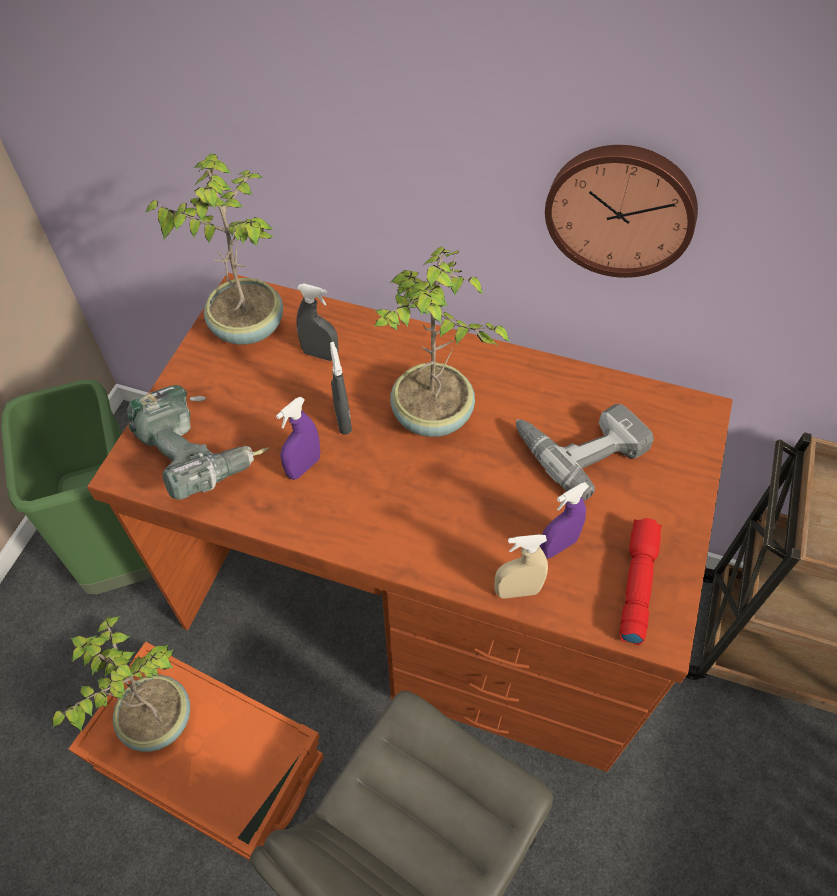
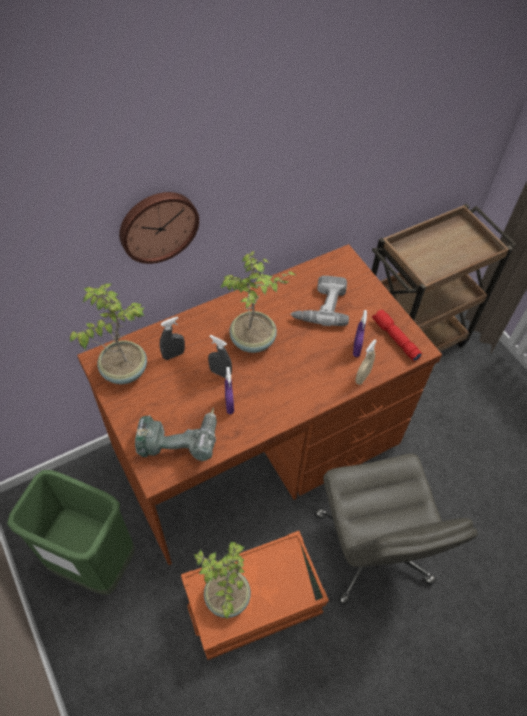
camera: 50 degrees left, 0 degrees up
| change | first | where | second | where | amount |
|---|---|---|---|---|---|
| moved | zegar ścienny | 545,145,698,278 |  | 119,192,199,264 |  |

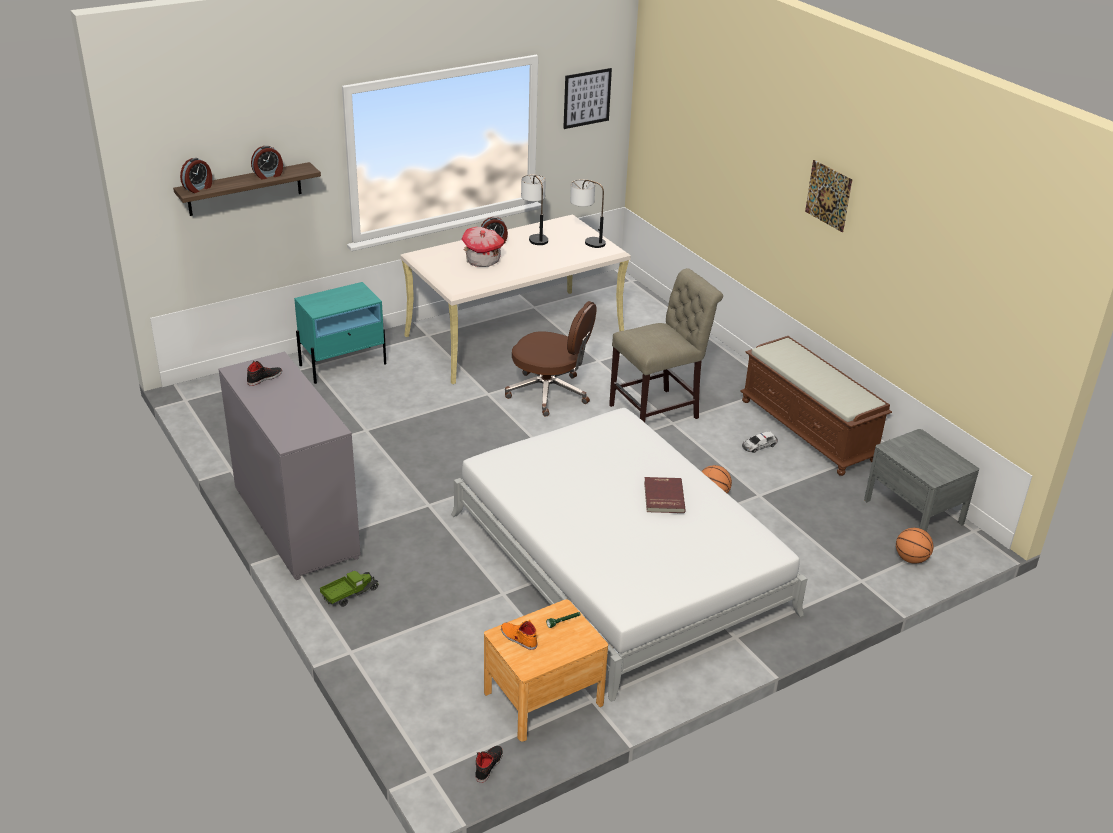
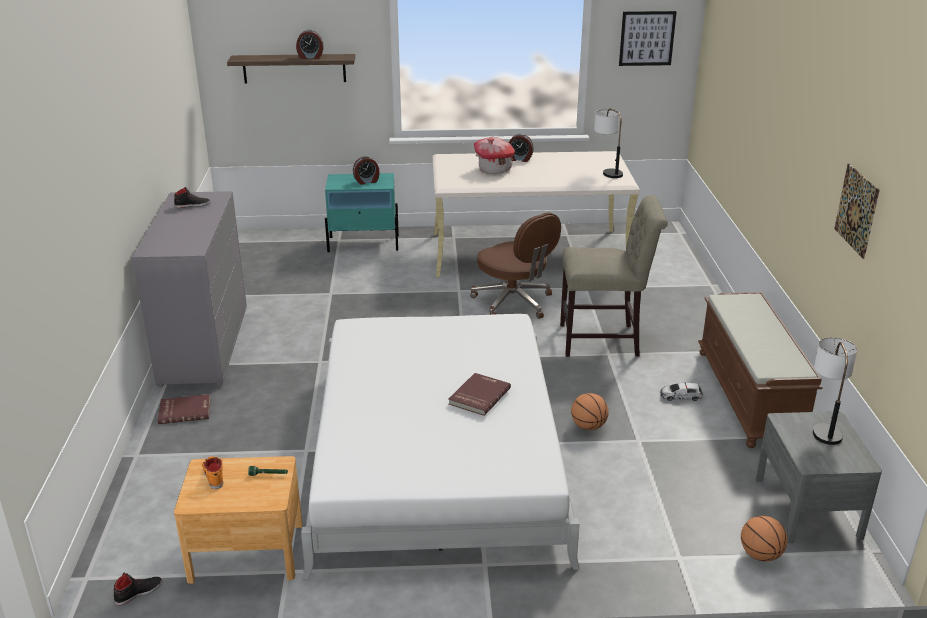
camera: 30 degrees right, 5 degrees down
| change | first | where | second | where | amount |
|---|---|---|---|---|---|
| replaced | ciężarówka zabawkowa | 320,570,379,607 | książka [czerwony] | 158,394,210,424 |  |
| moved | budzik | 180,158,212,193 |  | 353,156,380,185 |  |
| moved | lampa stołowa | 521,174,548,245 |  | 813,337,857,445 |  |
| moved | obraz | 805,160,853,232 |  | 834,163,880,259 |  |

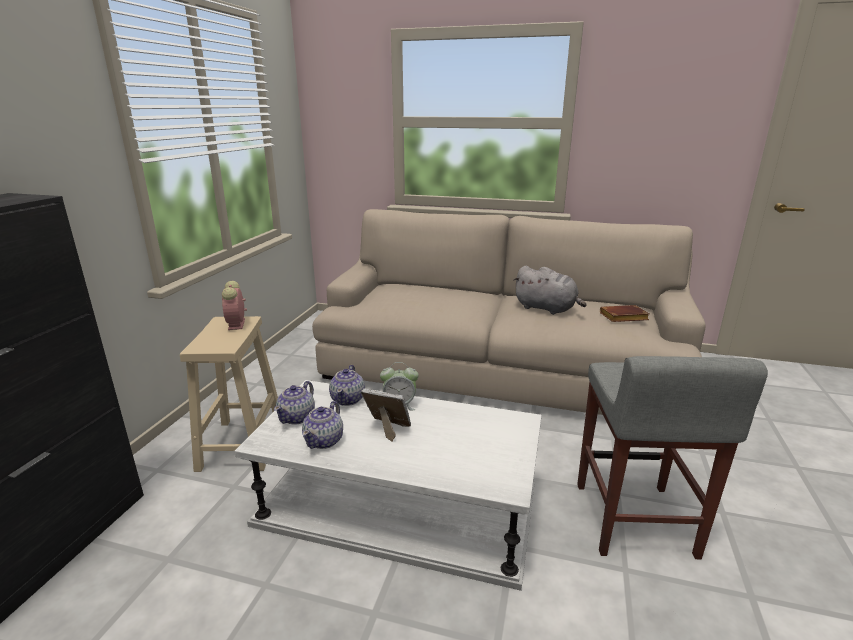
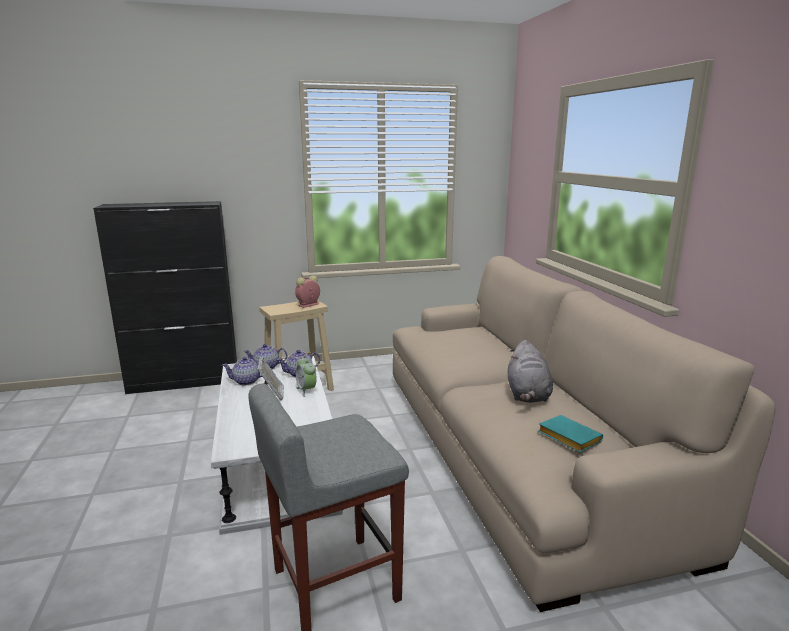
camera: 60 degrees right, 5 degrees down
| change | first | where | second | where | amount |
|---|---|---|---|---|---|
| recoloured | książka [brązowy] | 600,305,650,322 | książka [turkusowy] | 538,415,603,452 |  |

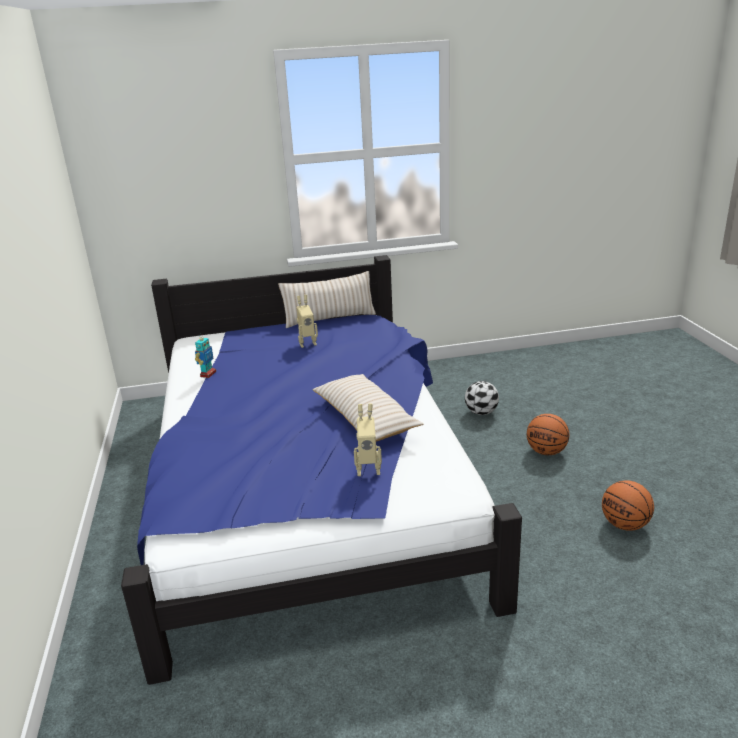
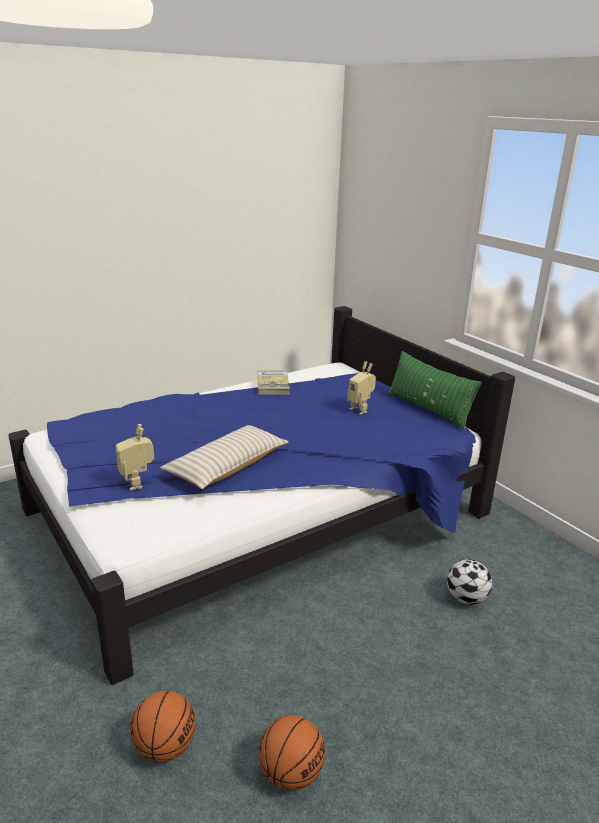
camera: 65 degrees right, 0 degrees up
| change | first | where | second | where | amount |
|---|---|---|---|---|---|
| moved | piłka do koszykówki | 527,414,569,455 |  | 130,691,196,762 |  |
| replaced | robot zabawkowy | 195,333,216,378 | książka | 258,370,290,395 |  |
| recoloured | poduszka [beżowy] | 278,271,376,328 | poduszka [zielony] | 387,351,482,430 |  |

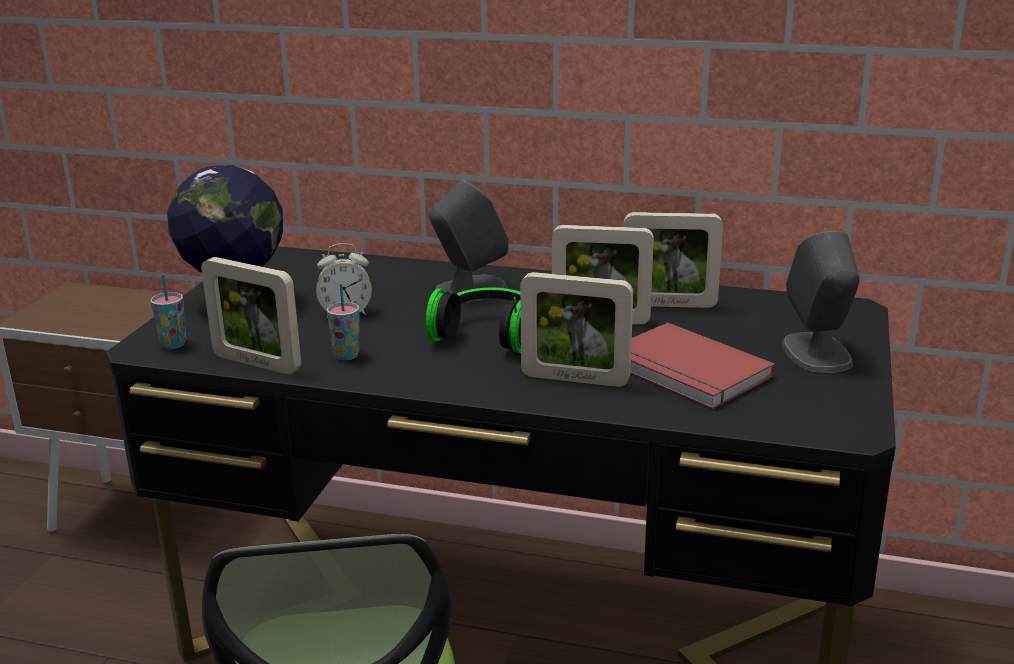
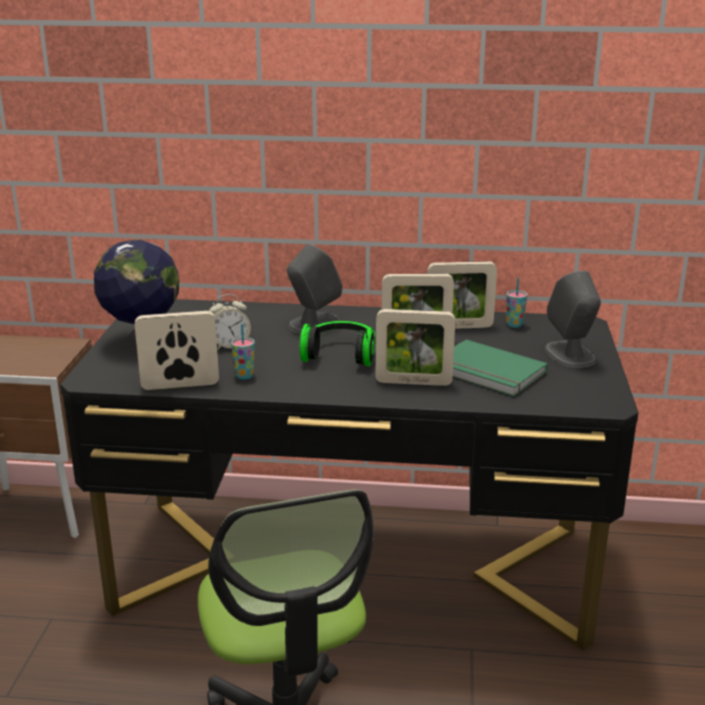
camera: 10 degrees left, 0 degrees up
| change | first | where | second | where | amount |
|---|---|---|---|---|---|
| turned | ramka na zdjęcie | 201,257,301,375 |  | 135,311,219,390 | 150 degrees clockwise |
| recoloured | książka [czerwony] | 631,322,775,409 | książka [zielony] | 453,340,548,396 |  |
| moved | filiżanka | 150,274,186,349 |  | 506,278,528,328 |  |

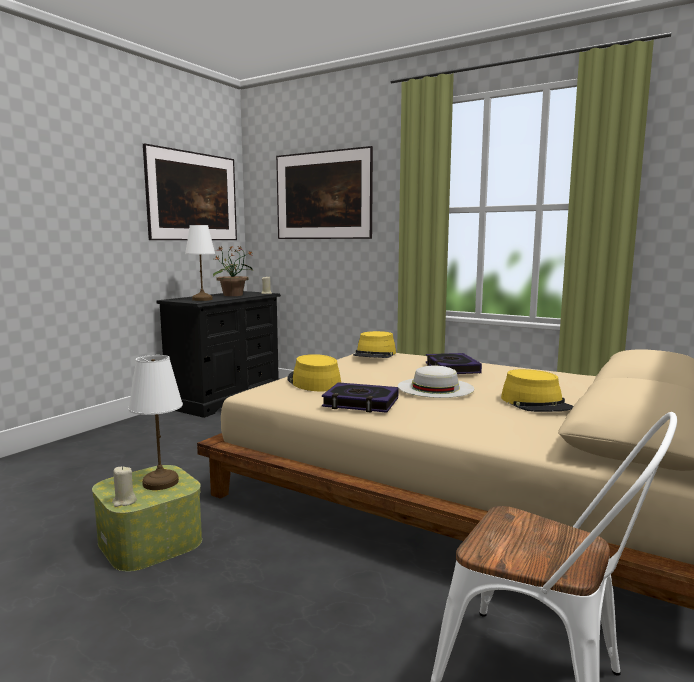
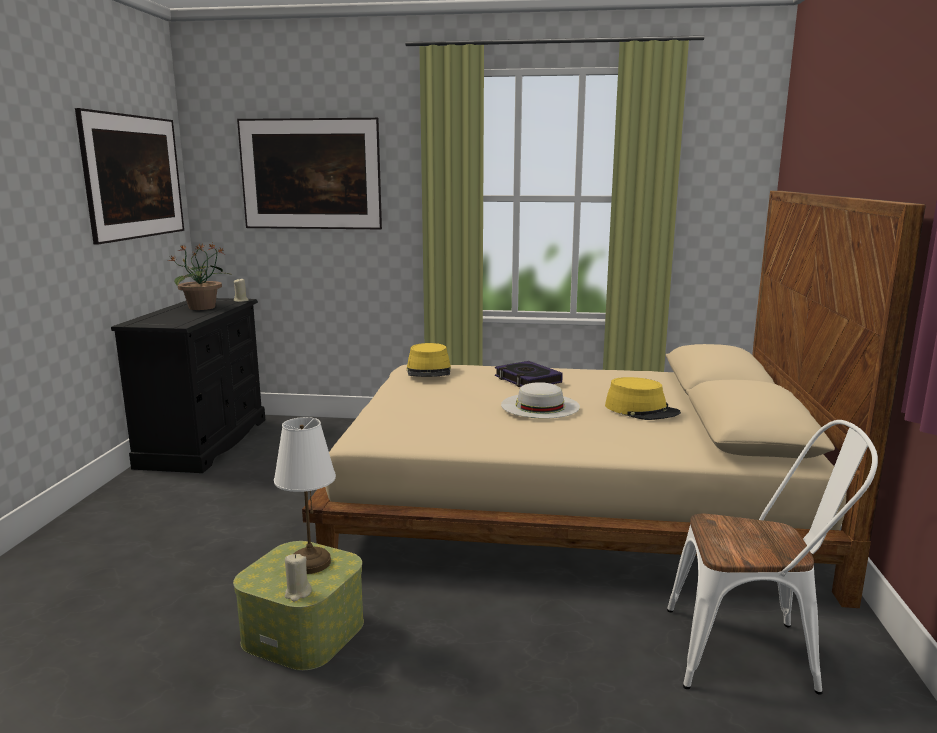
camera: 25 degrees left, 5 degrees up
| change | first | where | second | where | amount |
|---|---|---|---|---|---|
| removed | lampa stołowa [biały] | 185,225,215,301 |  |  |  |
| removed | kapelusz [żółty] | 287,354,341,391 |  |  |  |
| removed | książka | 322,382,399,413 |  |  |  |

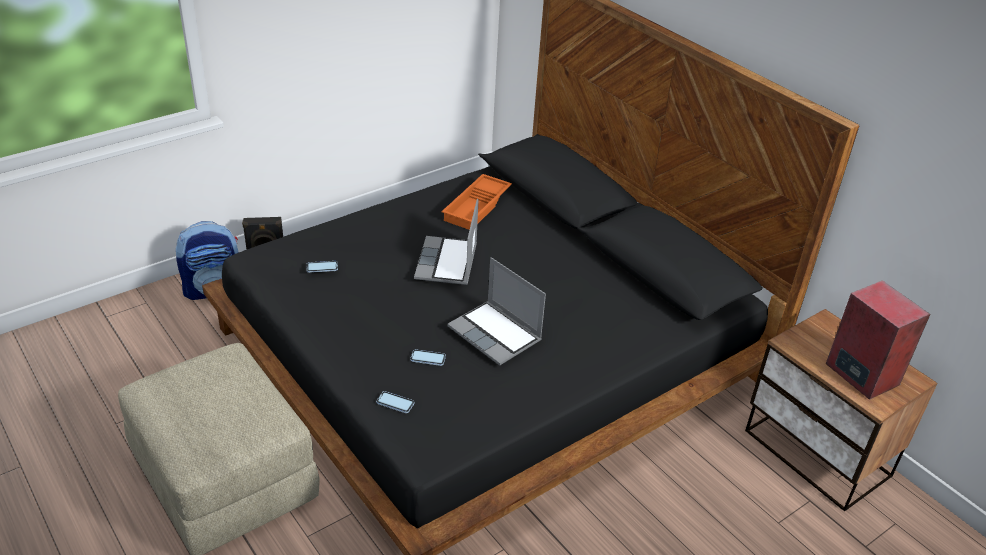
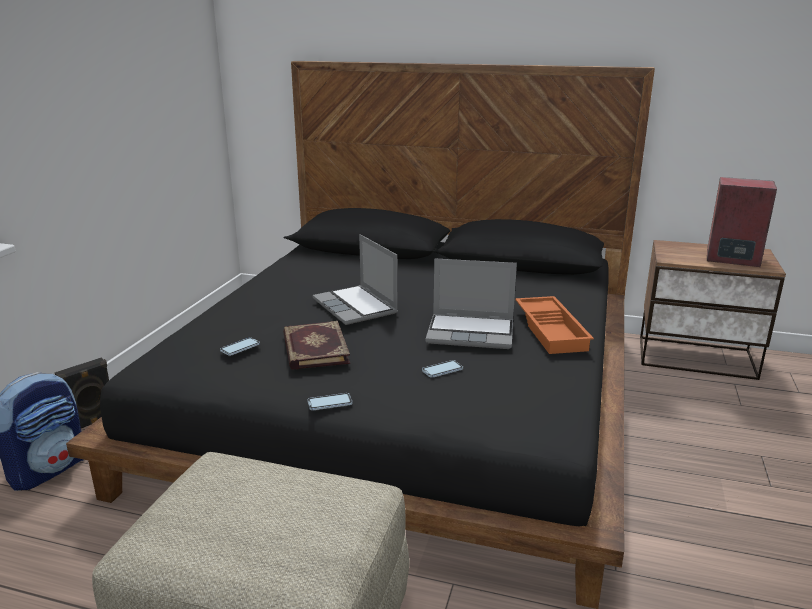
camera: 35 degrees left, 15 degrees down
| change | first | where | second | where | amount |
|---|---|---|---|---|---|
| added |  |  | książka | 283,321,350,370 |  |
| moved | telefon | 376,391,415,413 |  | 307,393,353,410 |  |
| moved | taca [pomarańczowy] | 442,174,512,230 |  | 515,296,594,354 |  |

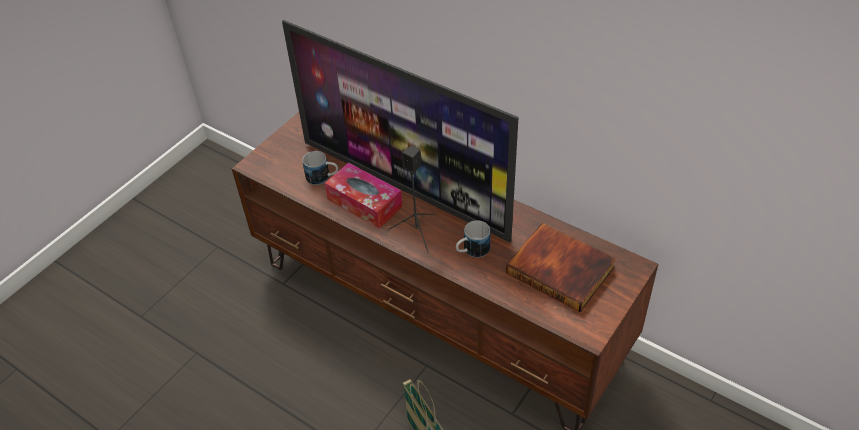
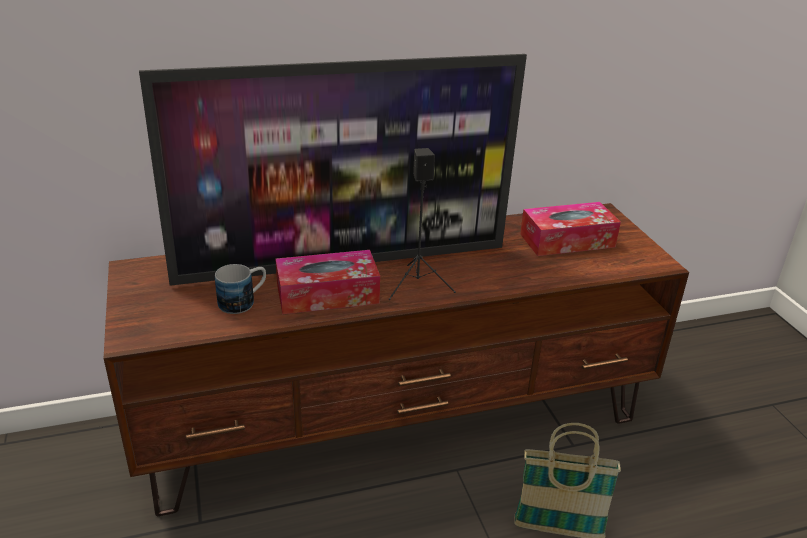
camera: 55 degrees left, 15 degrees down
| change | first | where | second | where | amount |
|---|---|---|---|---|---|
| replaced | książka | 506,223,616,312 | pudełko chusteczek | 520,202,621,256 |  |
| removed | kubek | 456,220,490,257 |  |  |  |

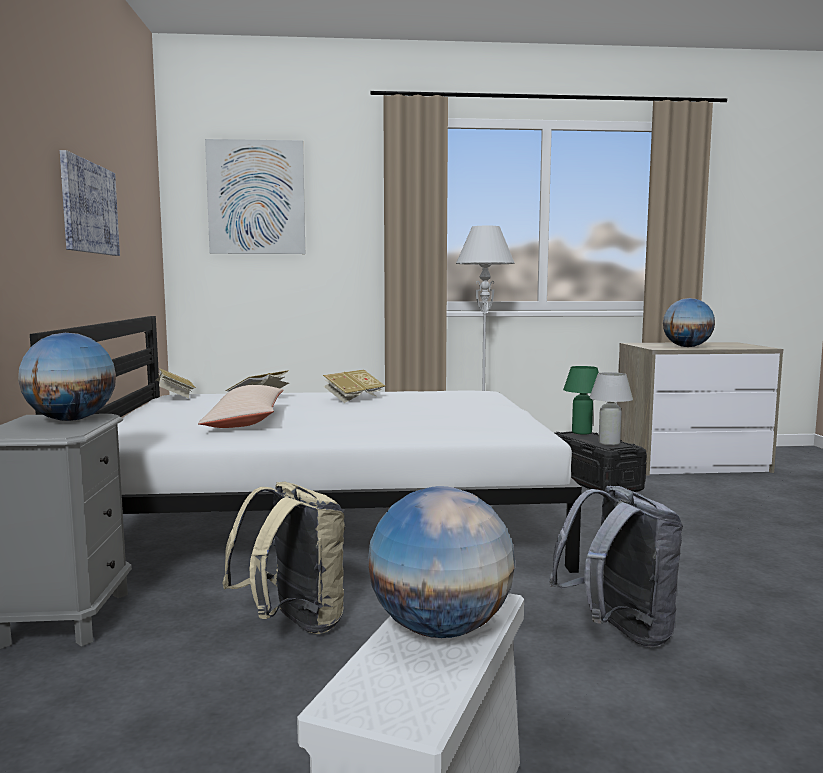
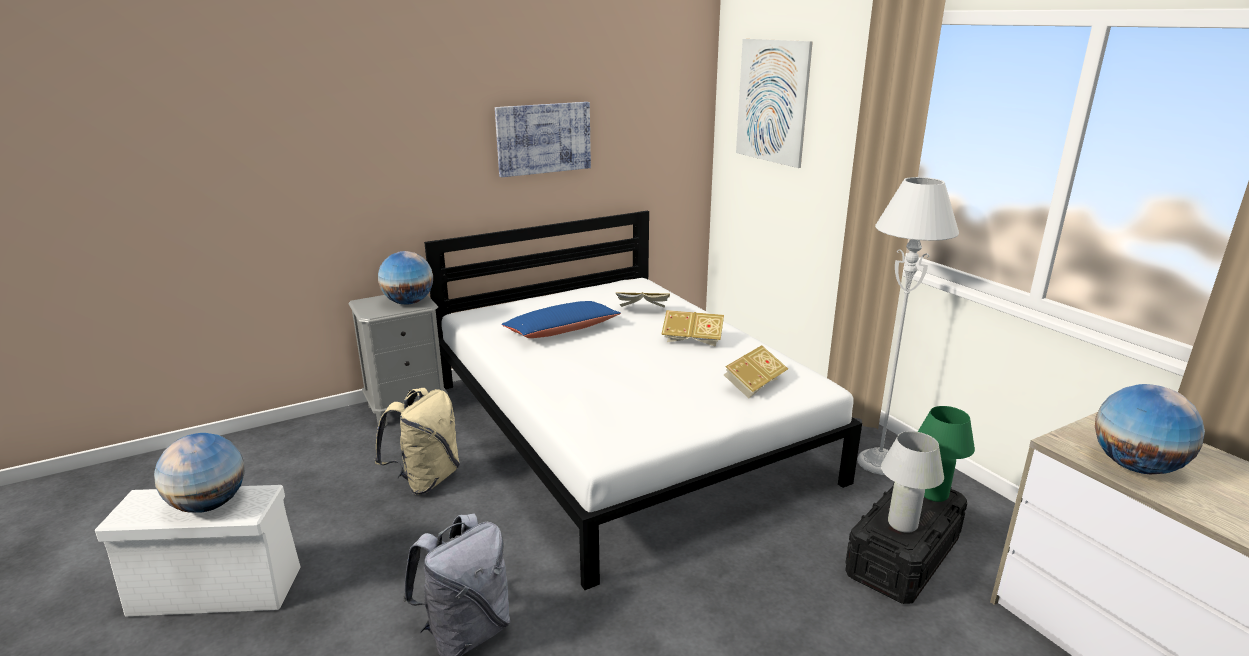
camera: 65 degrees right, 15 degrees up
| change | first | where | second | where | amount |
|---|---|---|---|---|---|
| recoloured | poduszka [beżowy] | 198,385,283,428 | poduszka [niebieski] | 501,301,621,338 |  |
| moved | książka | 156,368,196,398 |  | 724,345,788,398 |  |

